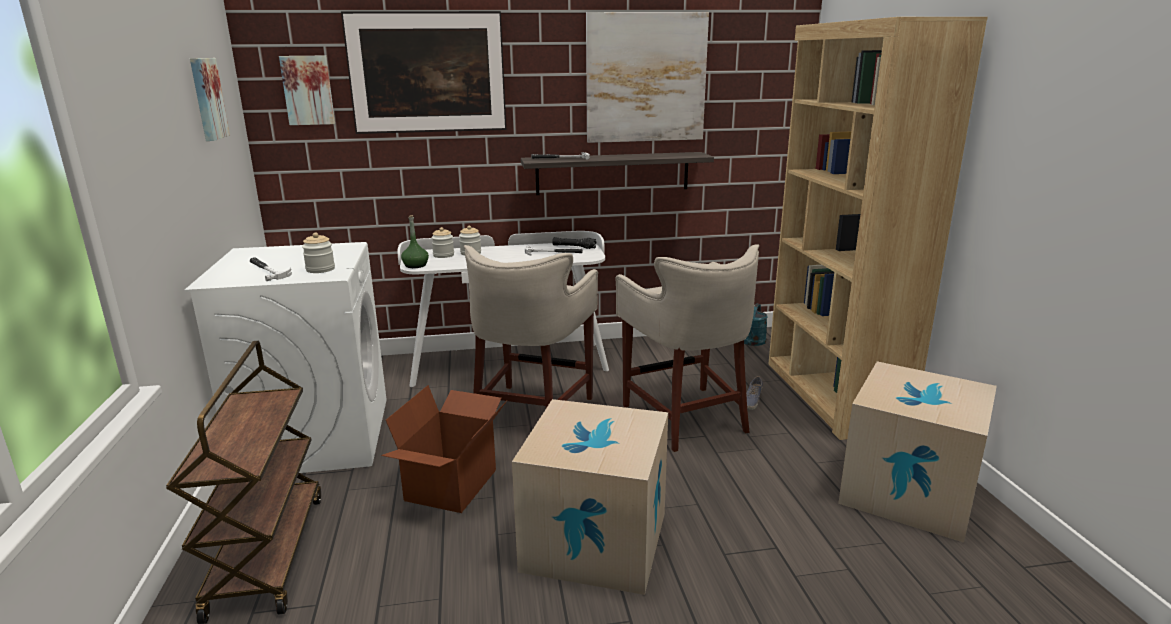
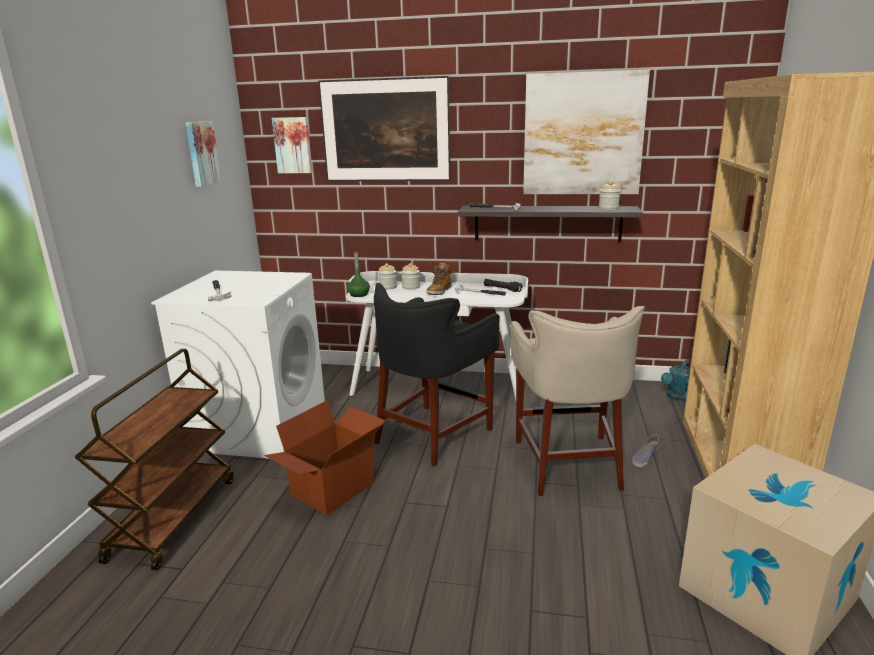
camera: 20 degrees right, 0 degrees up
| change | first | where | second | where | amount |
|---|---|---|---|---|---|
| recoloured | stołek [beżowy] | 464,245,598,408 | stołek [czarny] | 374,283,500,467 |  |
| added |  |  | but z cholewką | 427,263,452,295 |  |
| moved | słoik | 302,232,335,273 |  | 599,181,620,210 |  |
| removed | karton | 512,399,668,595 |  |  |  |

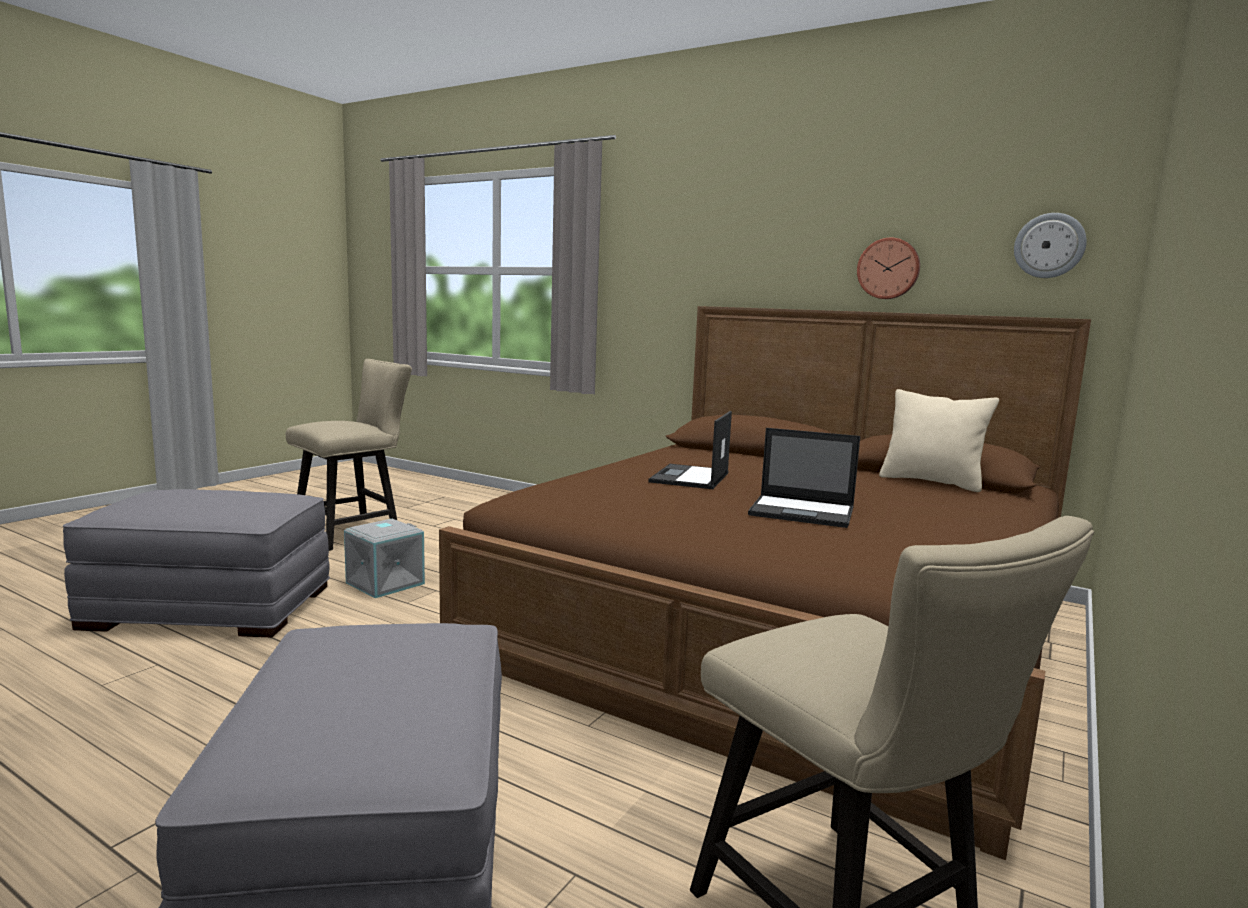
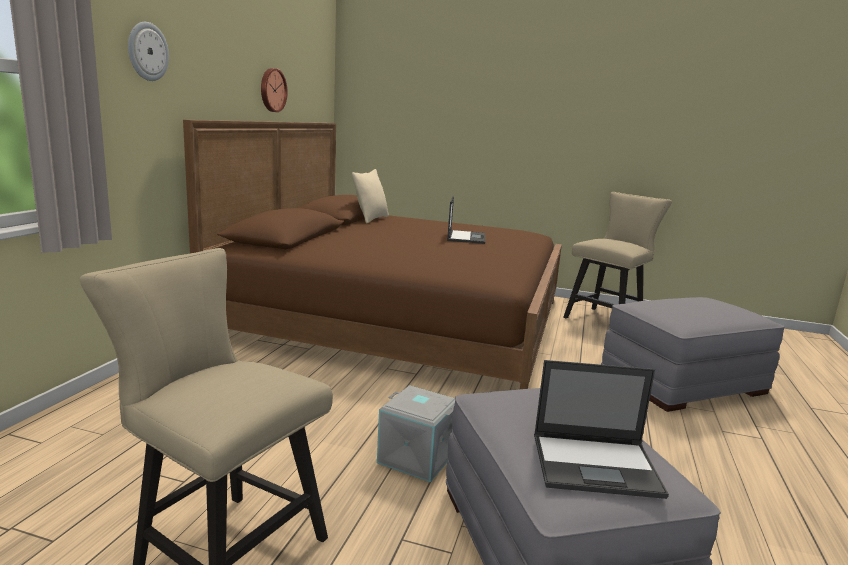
camera: 105 degrees left, 5 degrees up
| change | first | where | second | where | amount |
|---|---|---|---|---|---|
| moved | zegar ścienny | 1014,213,1087,278 |  | 128,22,169,81 |  |
| moved | laptop | 649,411,732,489 |  | 534,360,669,499 |  |

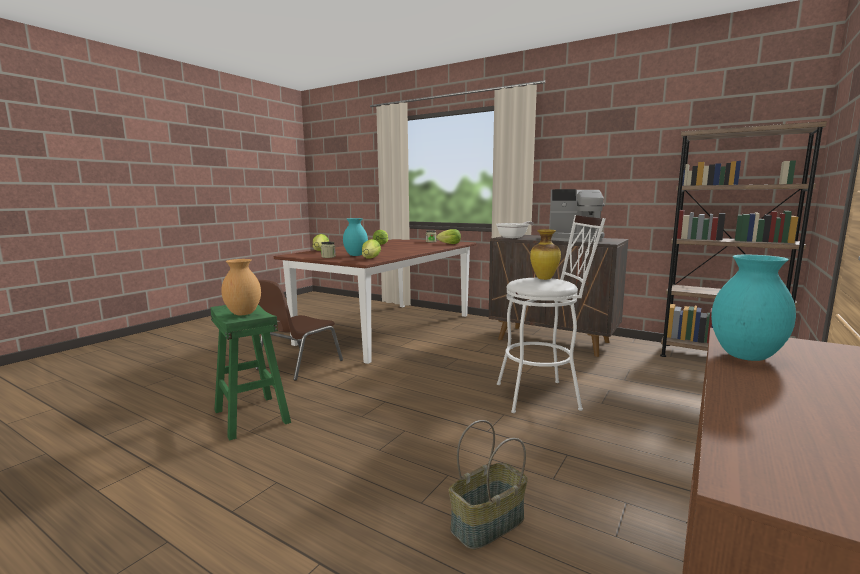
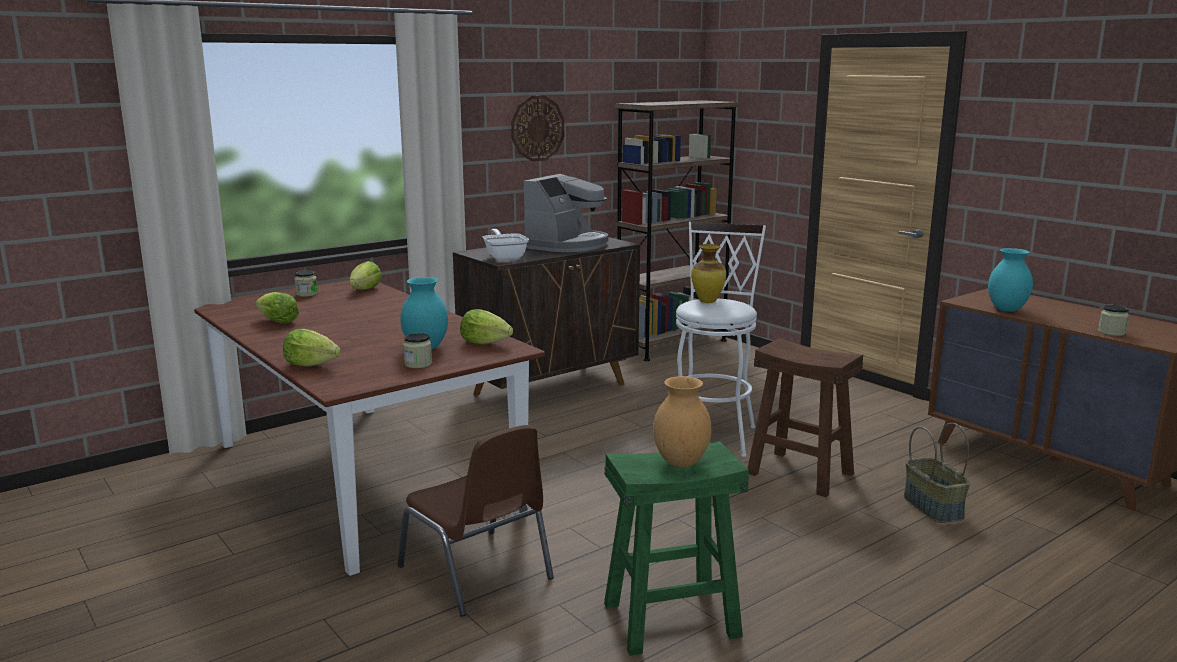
camera: 70 degrees left, 5 degrees up
| change | first | where | second | where | amount |
|---|---|---|---|---|---|
| added |  |  | zegar ścienny | 511,96,564,162 |  |
| added |  |  | stołek [brązowy] | 748,338,863,497 |  |
| added |  |  | słoik | 1098,305,1129,336 |  |

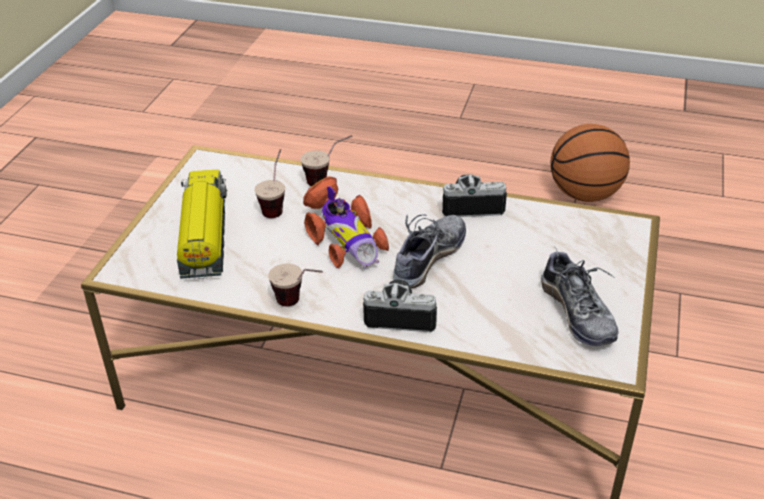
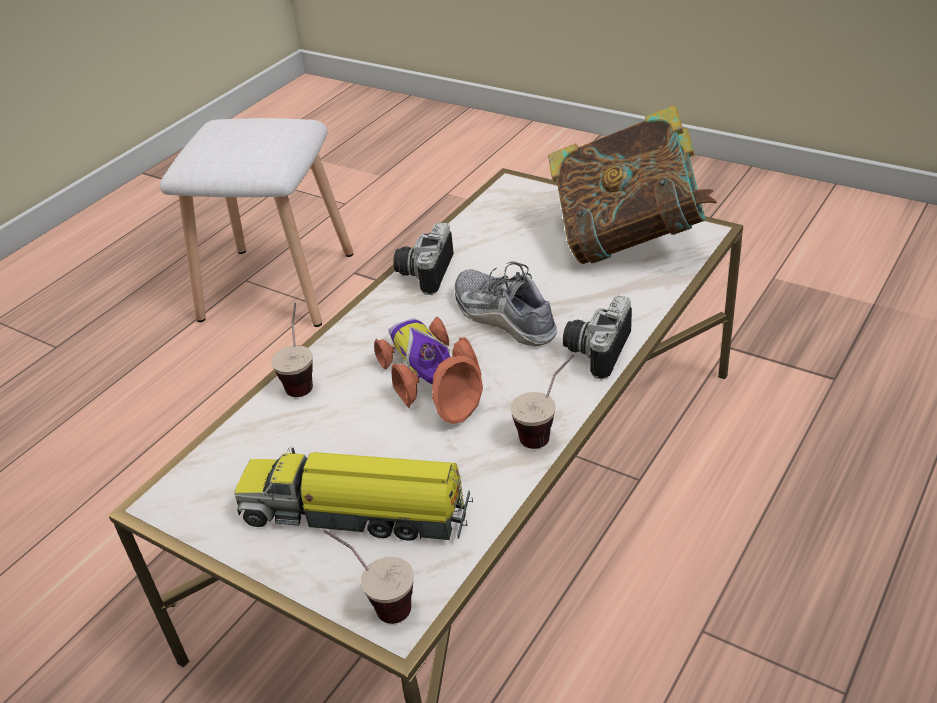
camera: 70 degrees left, 0 degrees up
| change | first | where | second | where | amount |
|---|---|---|---|---|---|
| replaced | piłka do koszykówki | 551,124,630,202 | stołek [biały] | 160,118,353,327 |  |
| moved | filiżanka | 255,149,285,218 |  | 323,530,414,624 |  |
| turned | samochodzik | 303,176,389,268 |  | 374,317,483,424 | 105 degrees counterclockwise |
| replaced | but | 541,245,618,346 | książka | 548,105,717,264 |  |

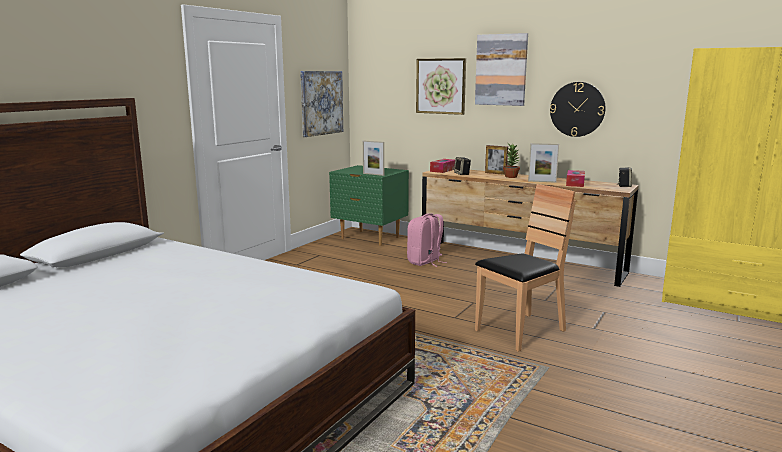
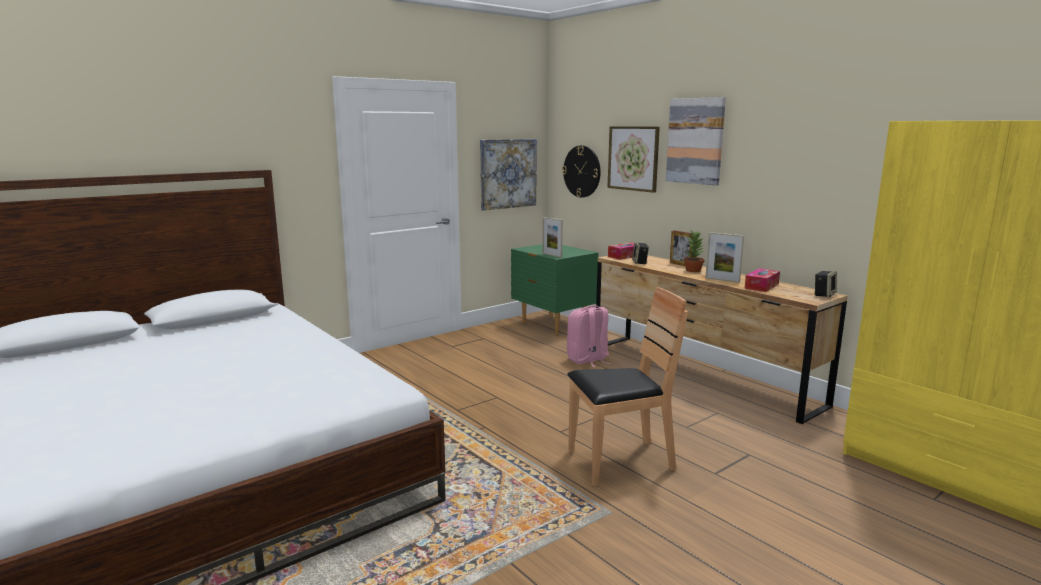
camera: 20 degrees right, 0 degrees up
| change | first | where | second | where | amount |
|---|---|---|---|---|---|
| moved | zegar ścienny | 550,82,605,137 |  | 562,146,601,198 |  |

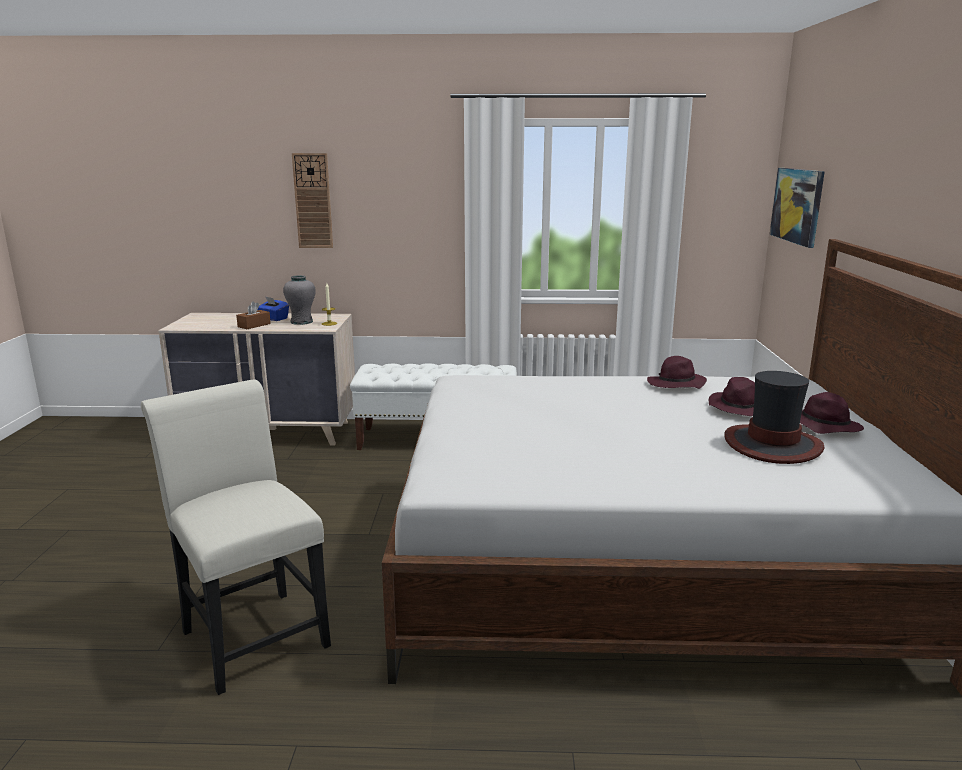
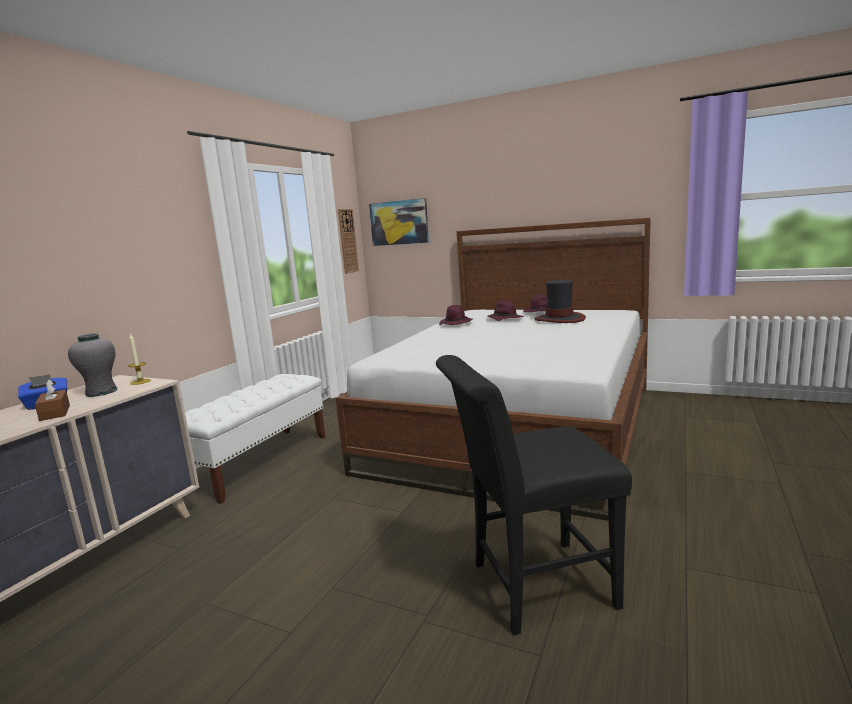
camera: 65 degrees left, 5 degrees down
| change | first | where | second | where | amount |
|---|---|---|---|---|---|
| moved | zegar ścienny | 292,153,333,248 |  | 338,209,359,274 |  |
| recoloured | krzesło [biały] | 141,380,331,695 | krzesło [czarny] | 436,355,632,635 |  |

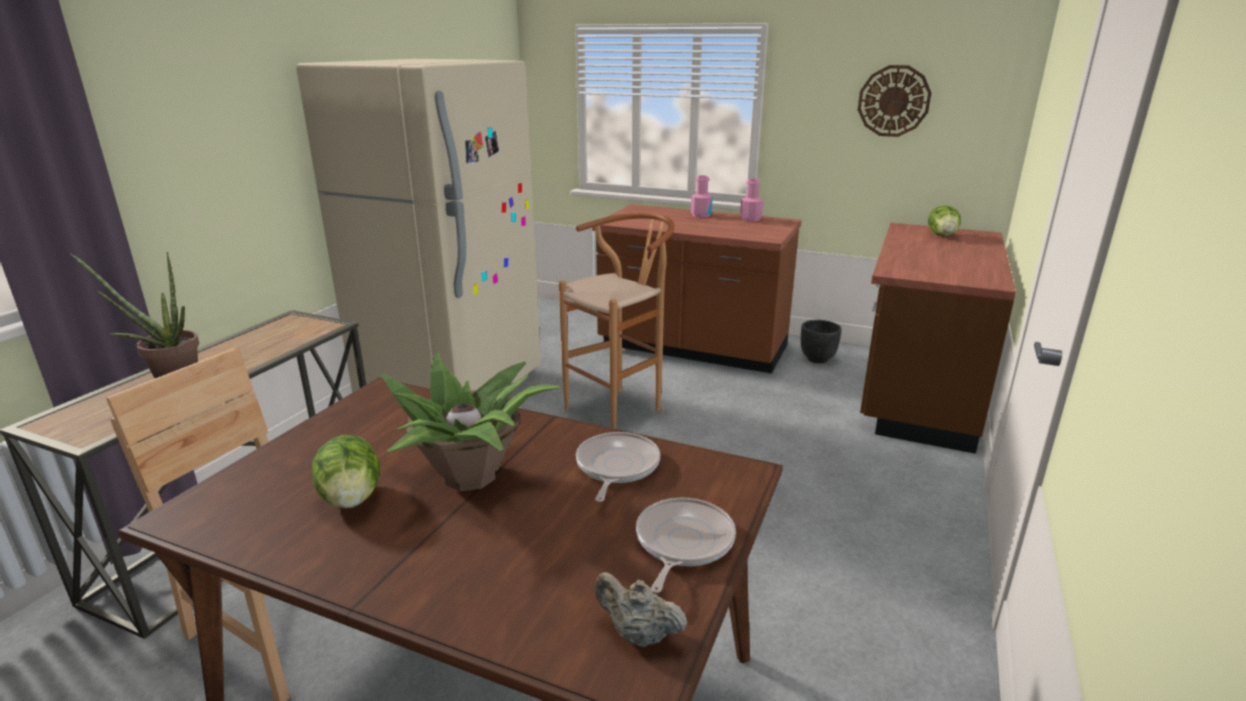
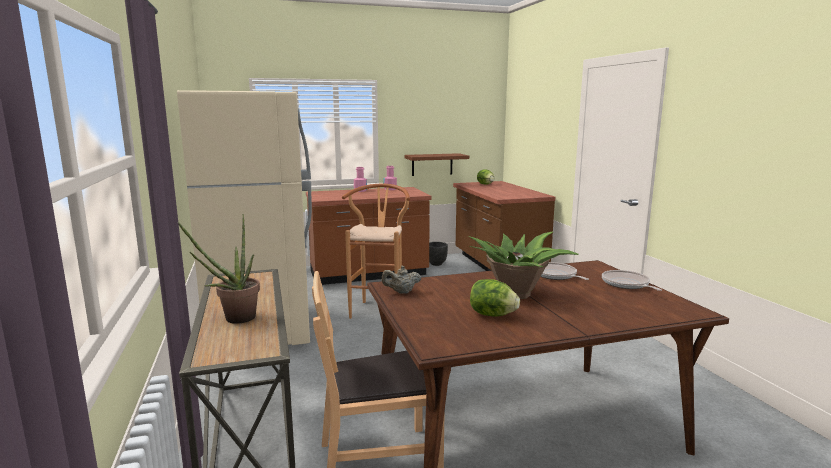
camera: 40 degrees left, 10 degrees down
| change | first | where | second | where | amount |
|---|---|---|---|---|---|
| moved | imbryk [beżowy] | 594,572,687,647 |  | 382,266,421,294 |  |
| added |  |  | półka [brązowy] | 404,153,469,176 |  |
| removed | zegar ścienny | 858,65,931,137 |  |  |  |

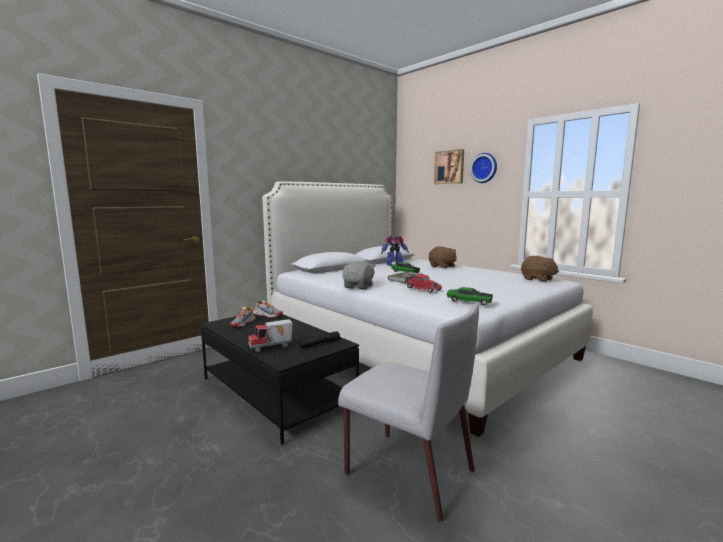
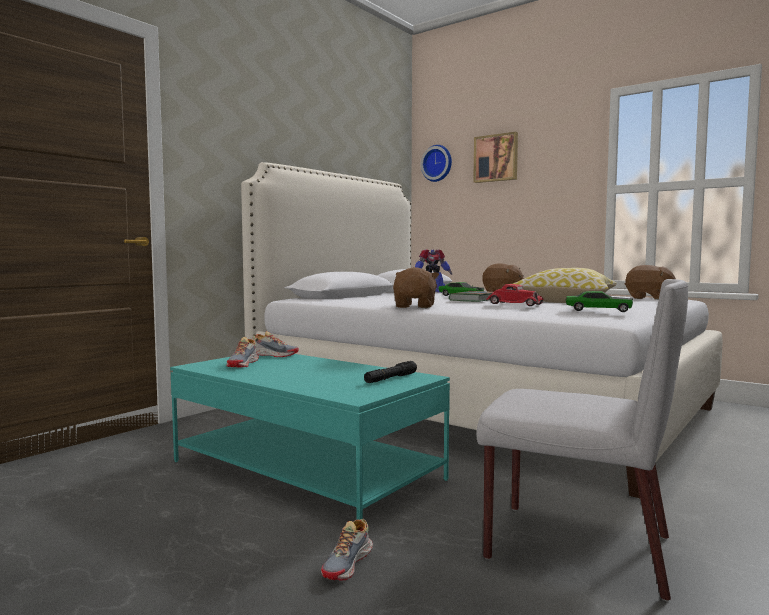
camera: 10 degrees left, 5 degrees down
| change | first | where | second | where | amount |
|---|---|---|---|---|---|
| recoloured | ława [czarny] | 200,313,359,445 | ława [turkusowy] | 170,354,450,520 |  |
| added |  |  | but | 321,519,373,581 |  |
| recoloured | pluszak [szary] | 343,261,376,289 | pluszak [brązowy] | 393,267,439,308 |  |
| moved | zegar ścienny | 470,153,497,183 |  | 421,145,452,182 |  |
| added |  |  | poduszka | 513,268,617,303 |  |
| removed | ciężarówka zabawkowa | 248,319,293,352 |  |  |  |

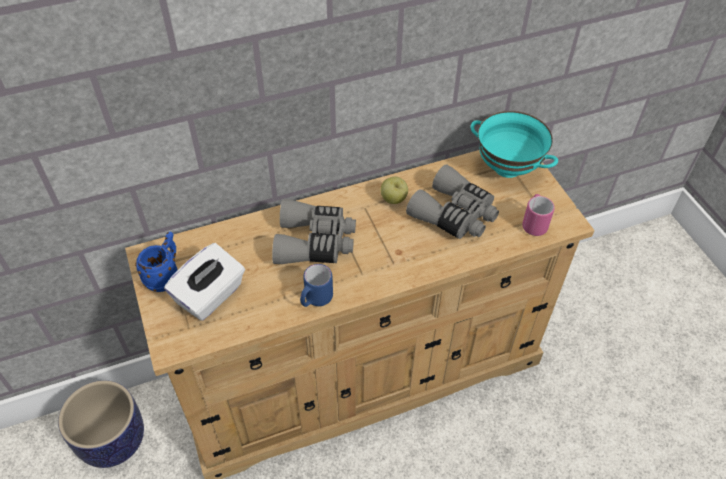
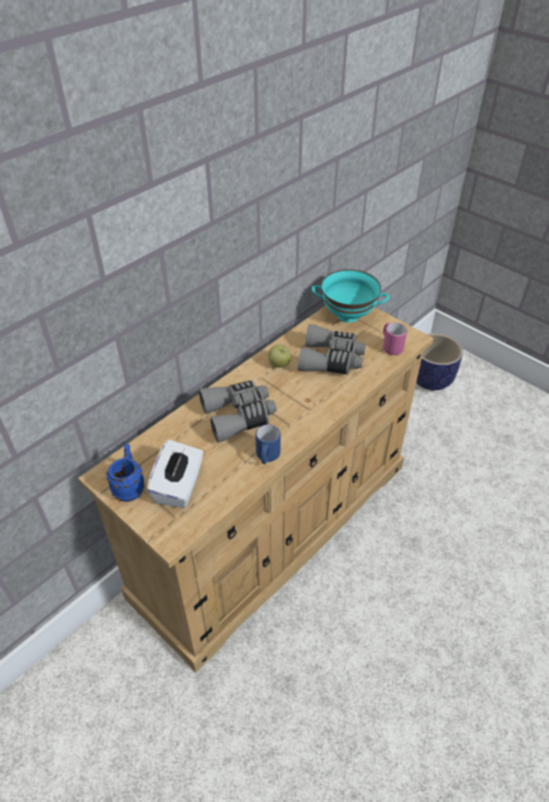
camera: 25 degrees left, 5 degrees down
| change | first | where | second | where | amount |
|---|---|---|---|---|---|
| moved | donica | 58,380,144,468 |  | 416,333,463,391 |  |

